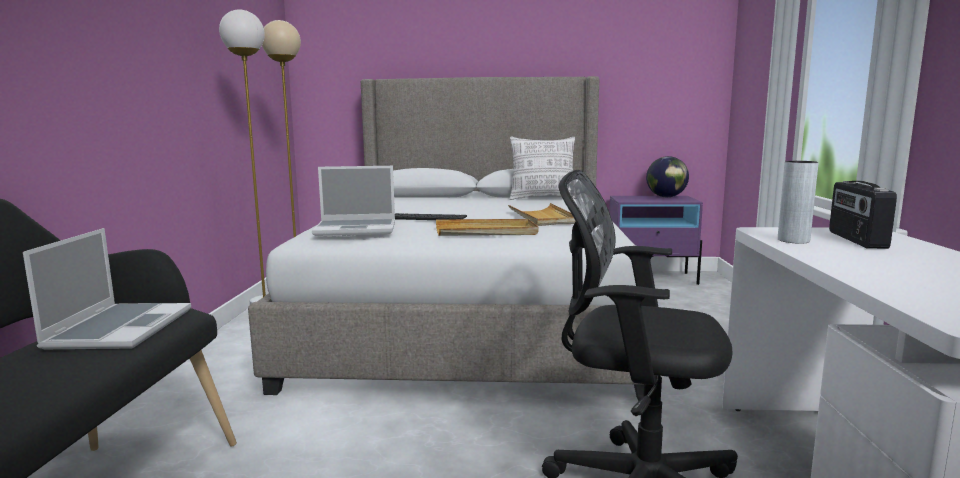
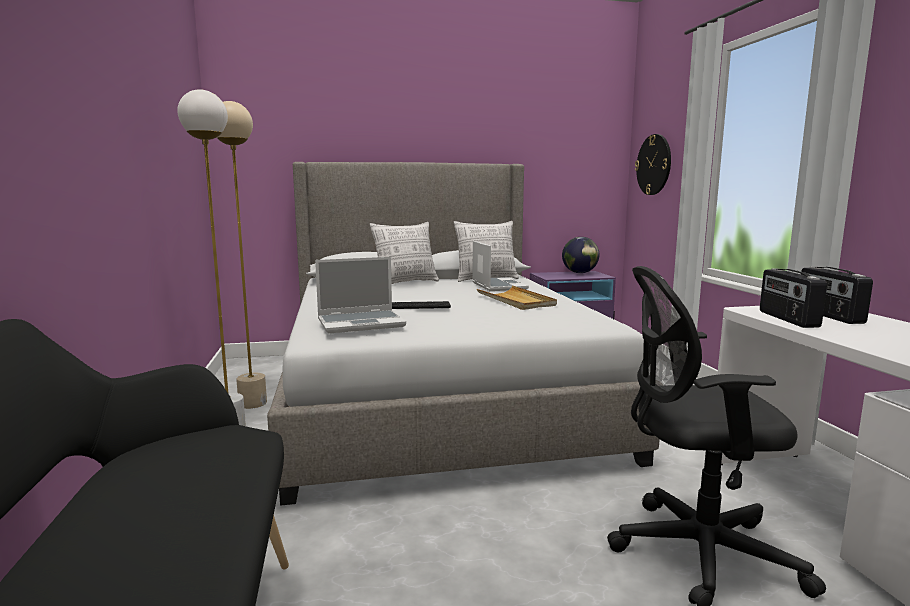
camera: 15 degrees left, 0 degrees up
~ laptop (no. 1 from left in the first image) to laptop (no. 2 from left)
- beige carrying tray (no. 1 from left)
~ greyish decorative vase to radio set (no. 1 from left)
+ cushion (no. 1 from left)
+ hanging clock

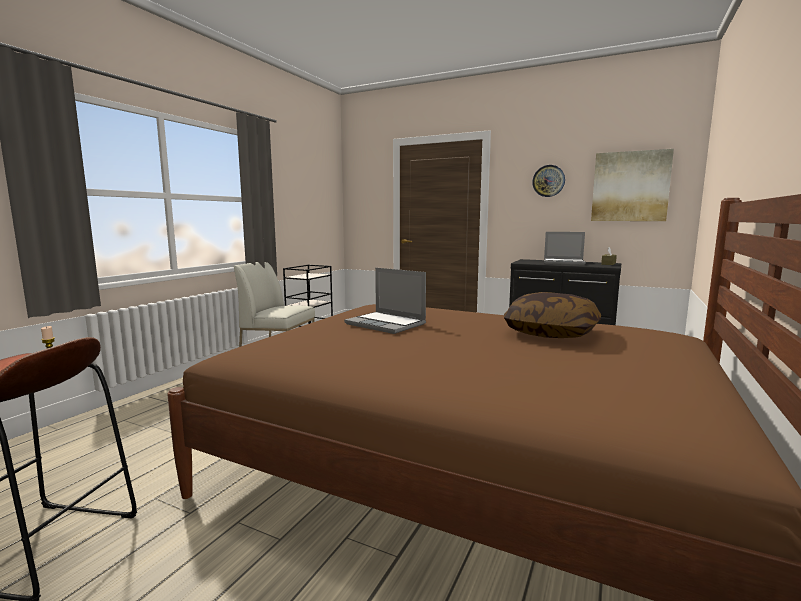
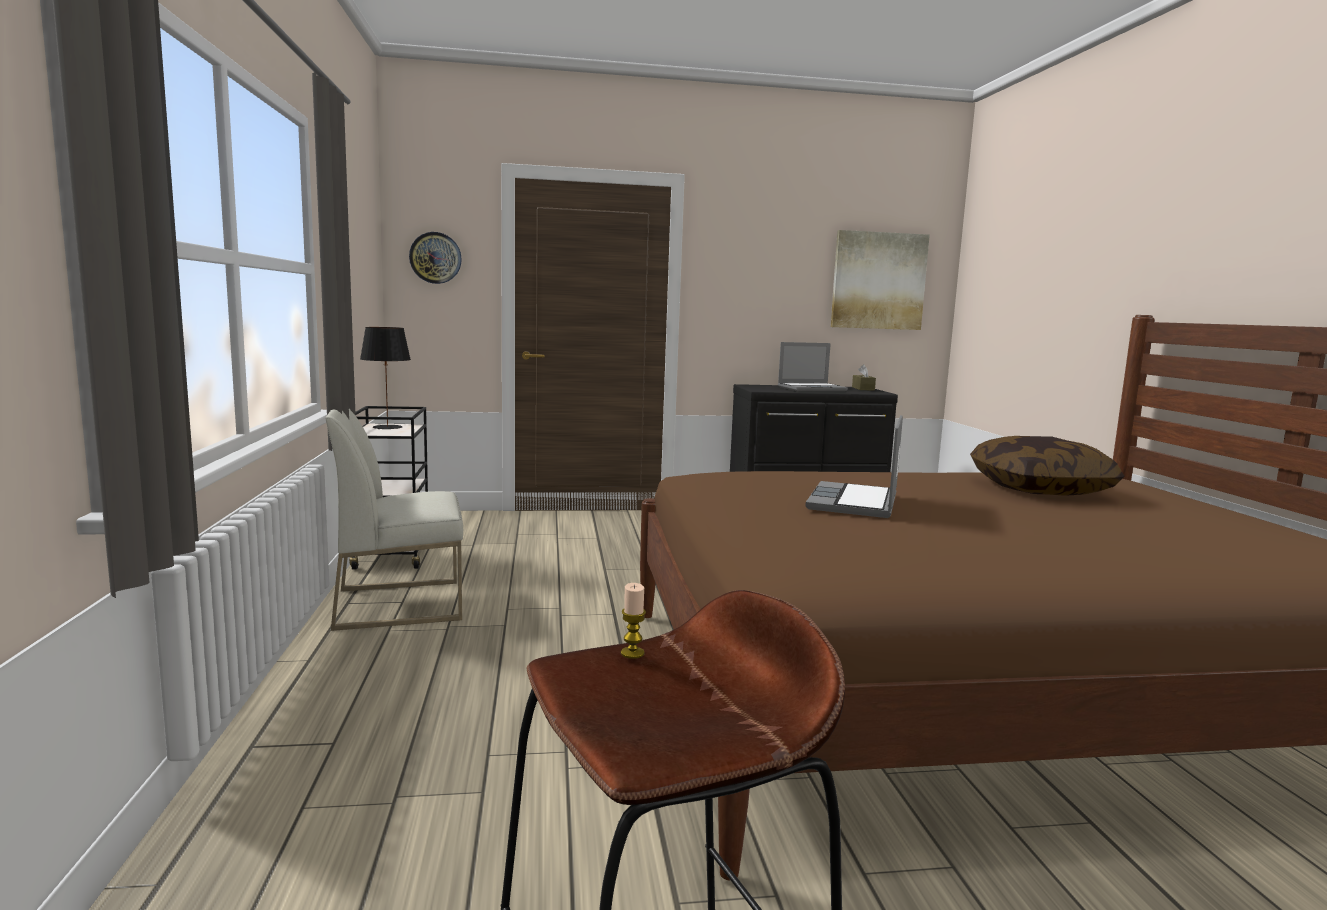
camera: 35 degrees left, 0 degrees up
~ laptop (no. 1 from left in the first image) 105 degrees clockwise
~ hanging clock
+ blackish tabletop lamp

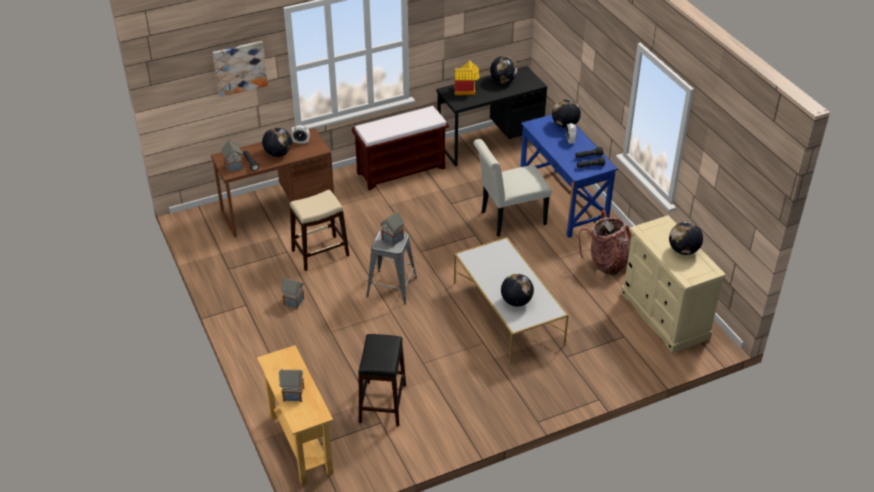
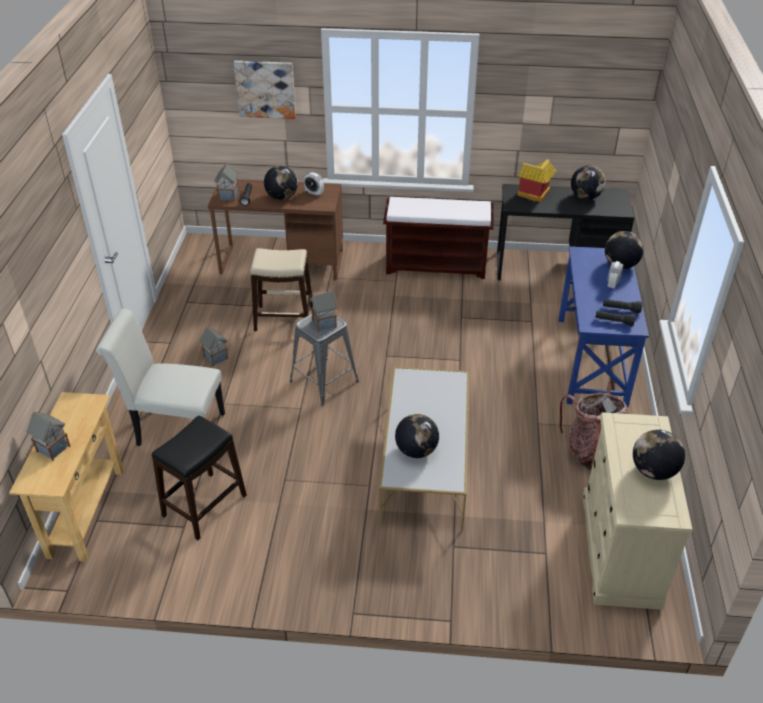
camera: 30 degrees right, 0 degrees up
~ white-coloured chair

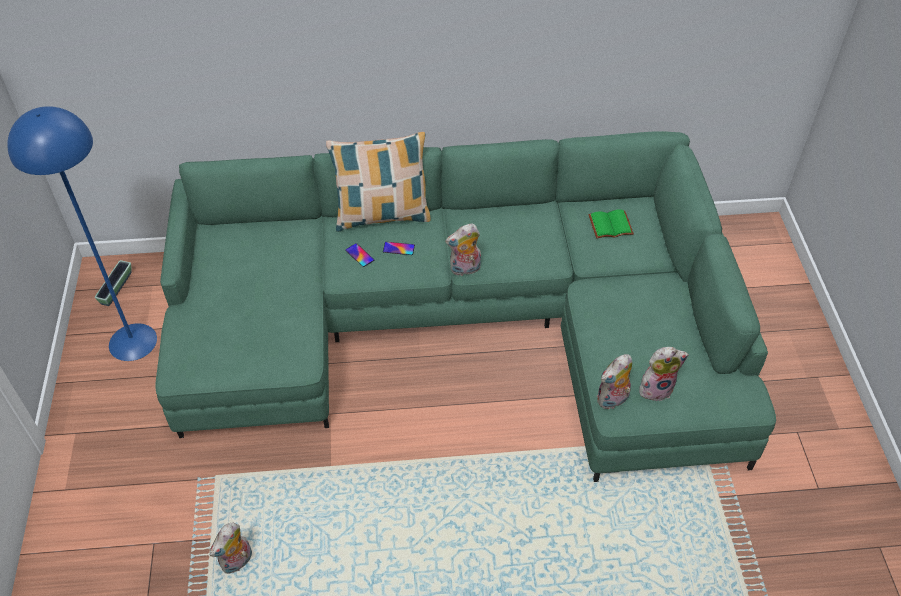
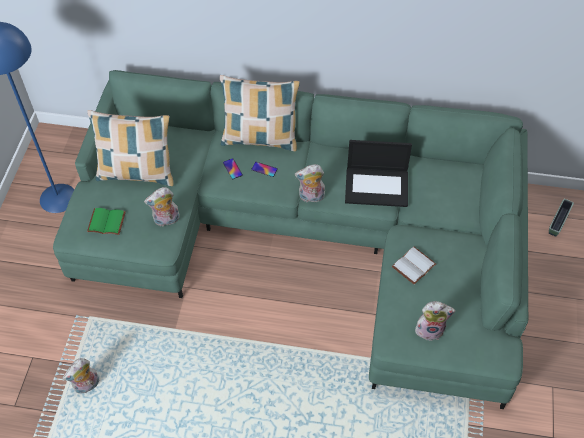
camera: 15 degrees right, 5 degrees up
~ planter
~ green bound book
~ soft toy (no. 3 from left in the first image) to soft toy (no. 2 from left)
+ cushion (no. 1 from left)
+ laptop
+ white-coloured bound book

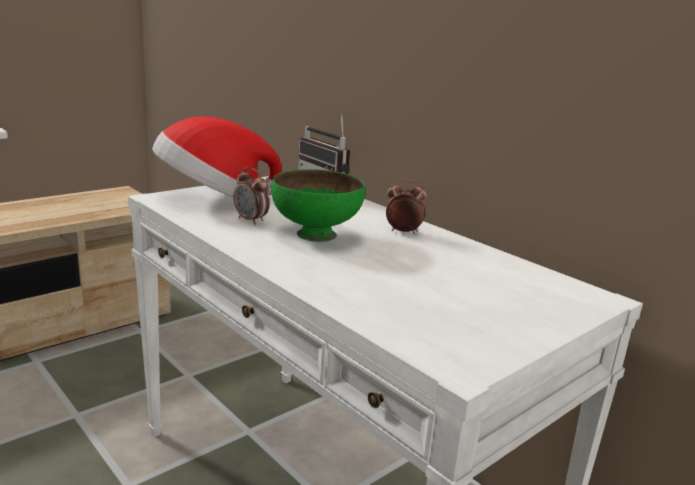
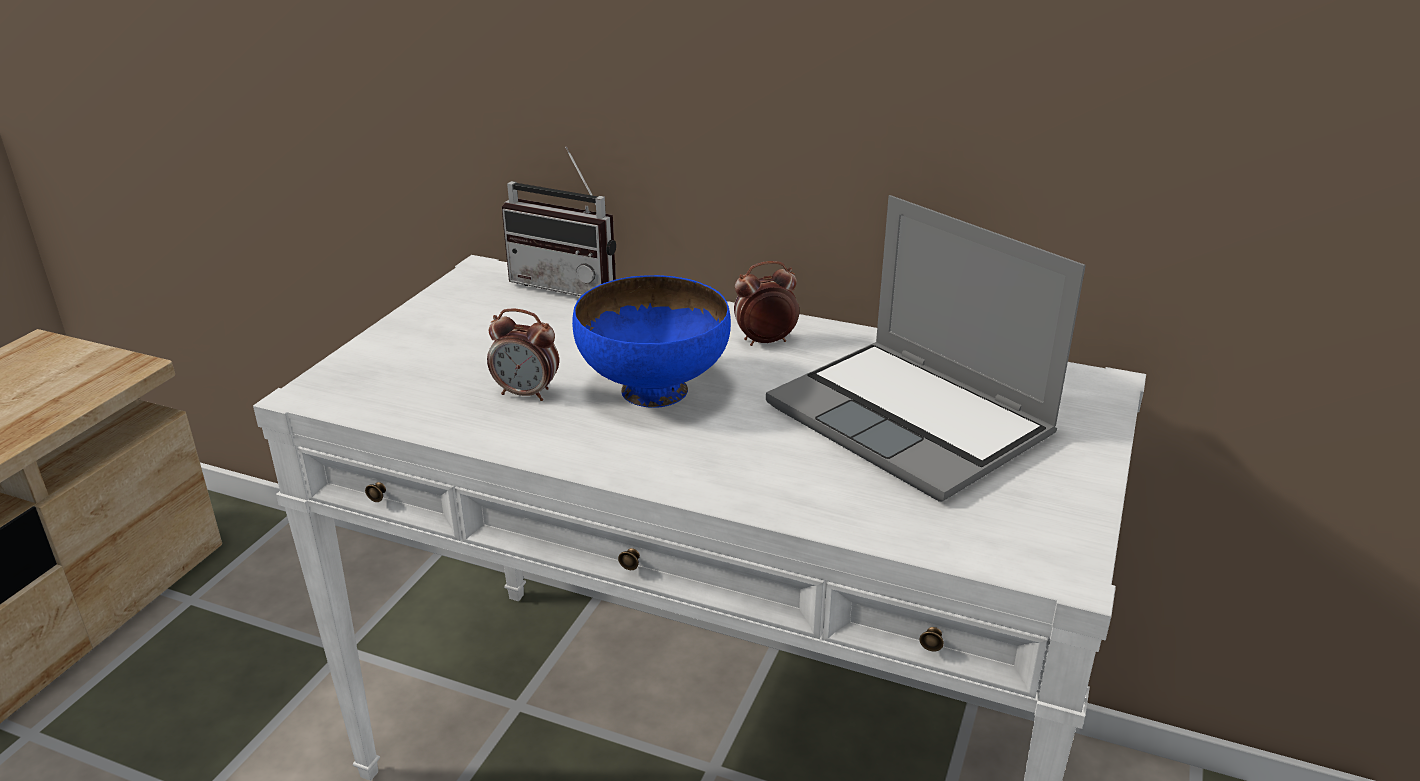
camera: 25 degrees left, 10 degrees up
- clothing hat
~ green serving bowl to blue serving bowl
+ laptop

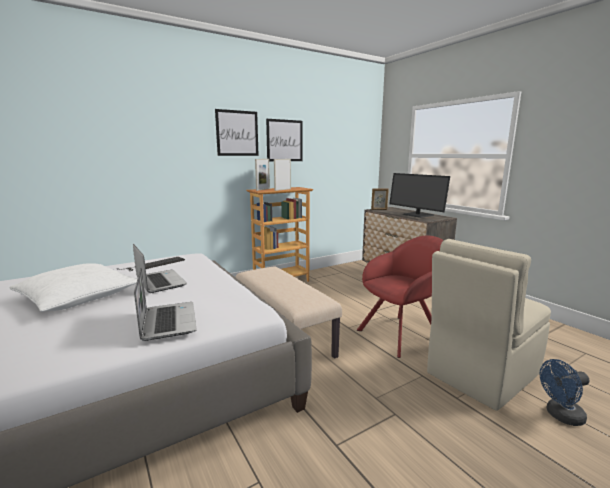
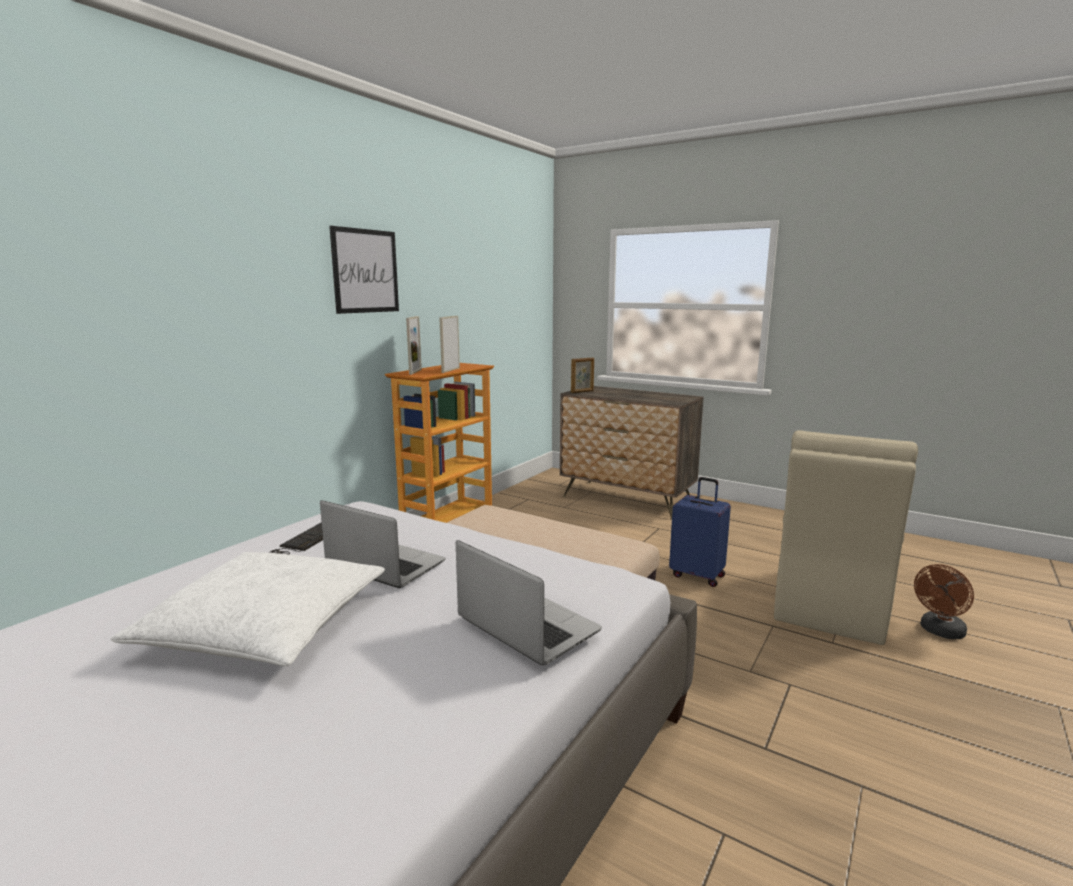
camera: 25 degrees left, 0 degrees up
- picture (no. 2 from left)
~ red armchair to blue suitcase
- monitor
~ blue fan to brown fan

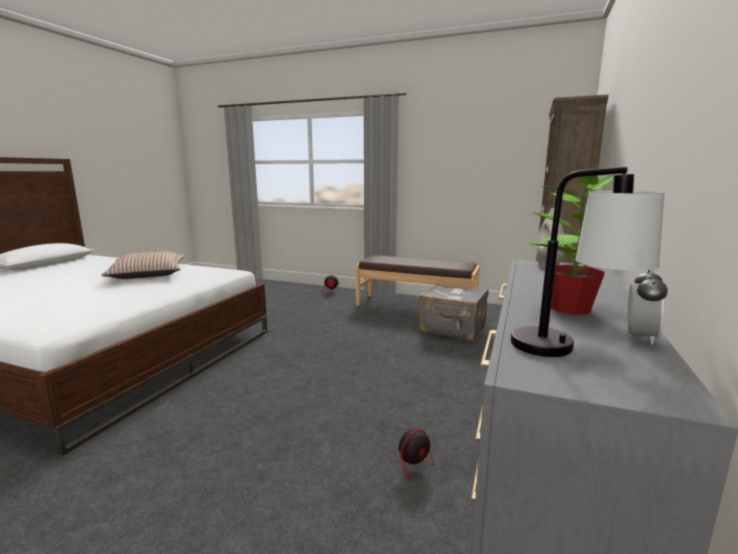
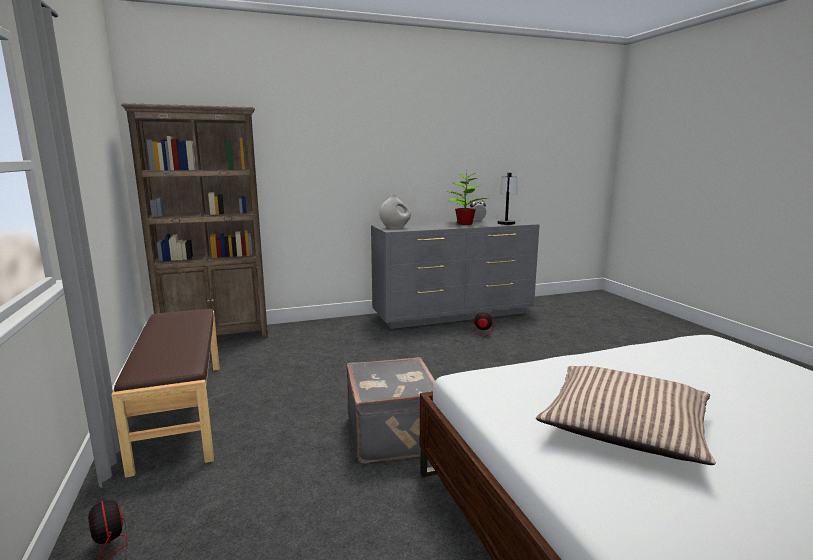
camera: 130 degrees left, 0 degrees up
~ greyish suitcase

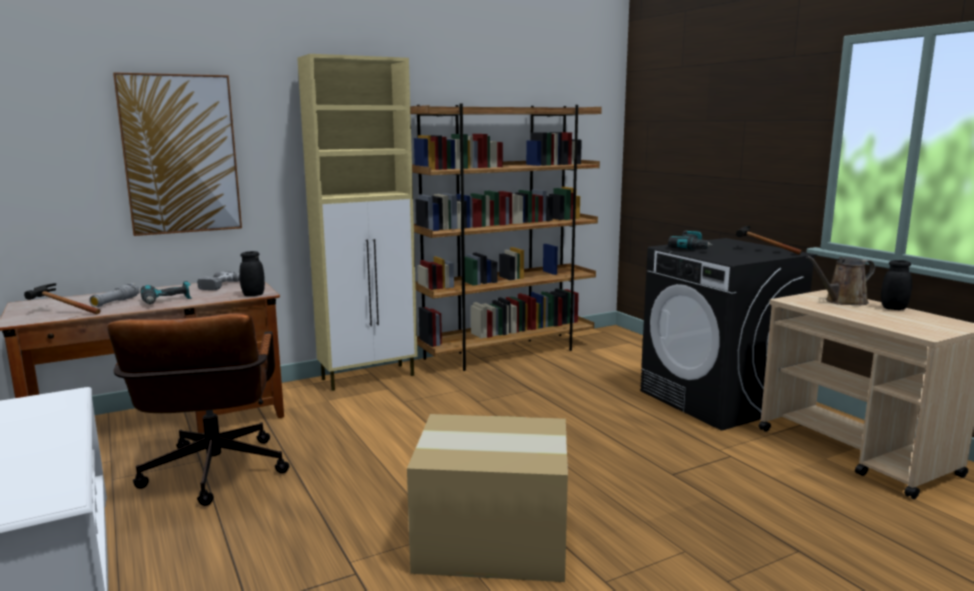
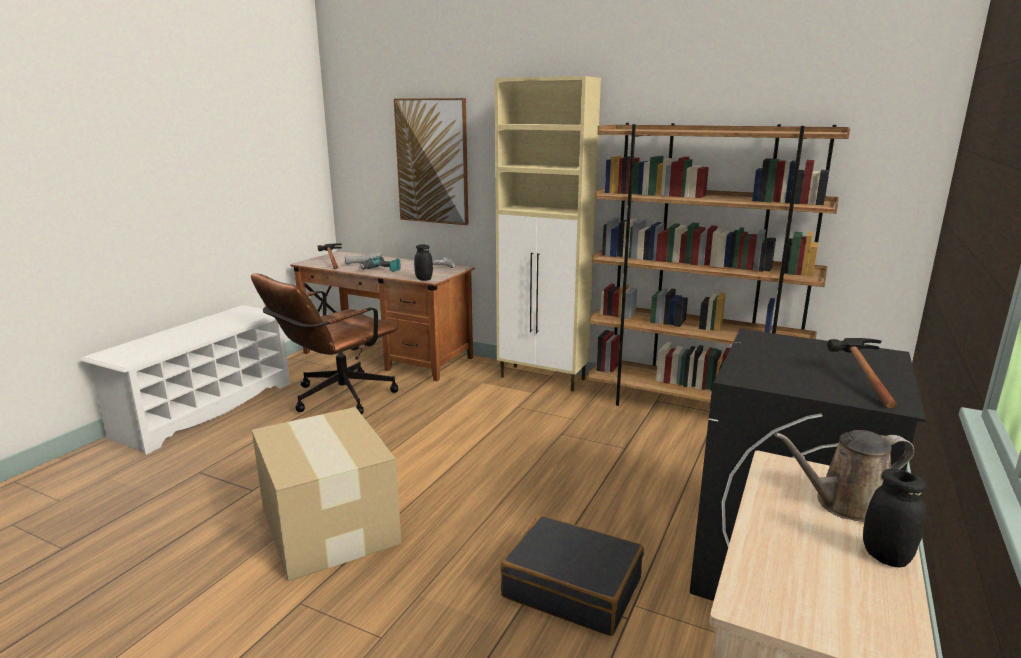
camera: 55 degrees right, 5 degrees up
- electric drill (no. 3 from left)
~ brown watering pot 45 degrees counterclockwise
+ blackish suitcase

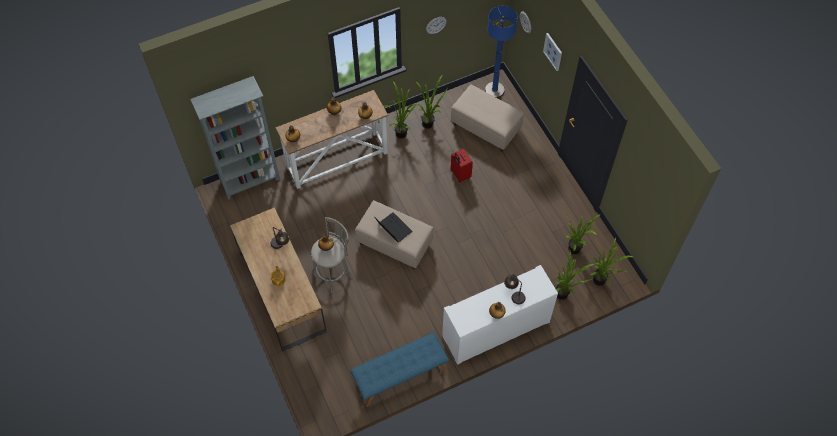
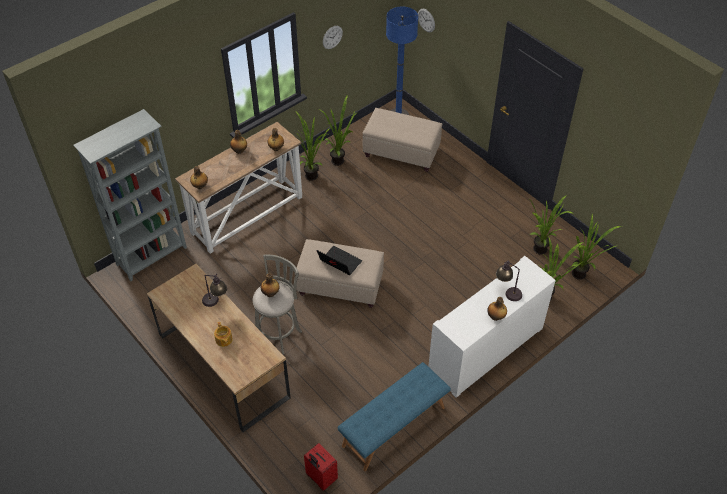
camera: 15 degrees left, 10 degrees down
~ red suitcase
- picture

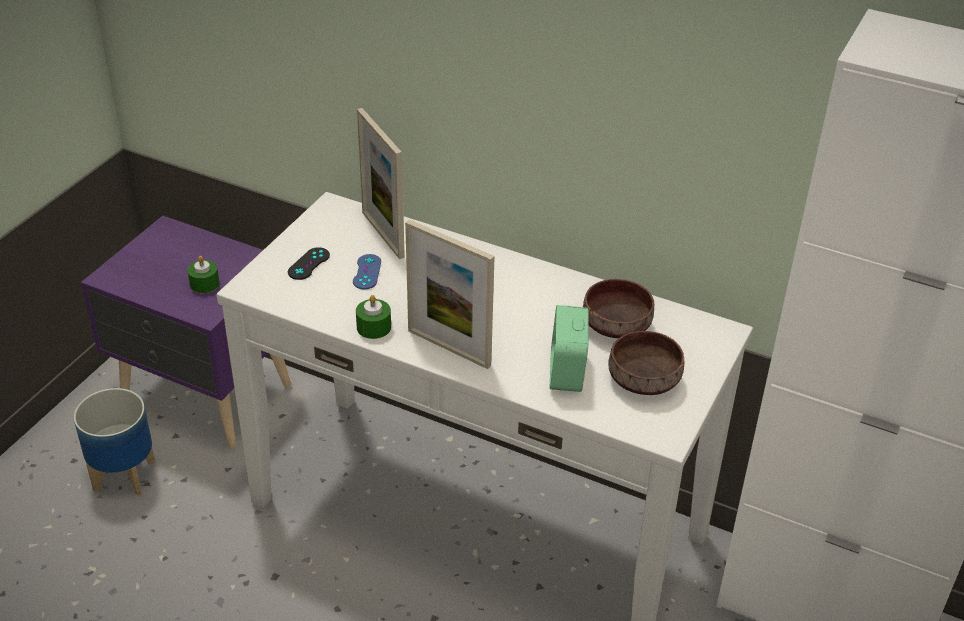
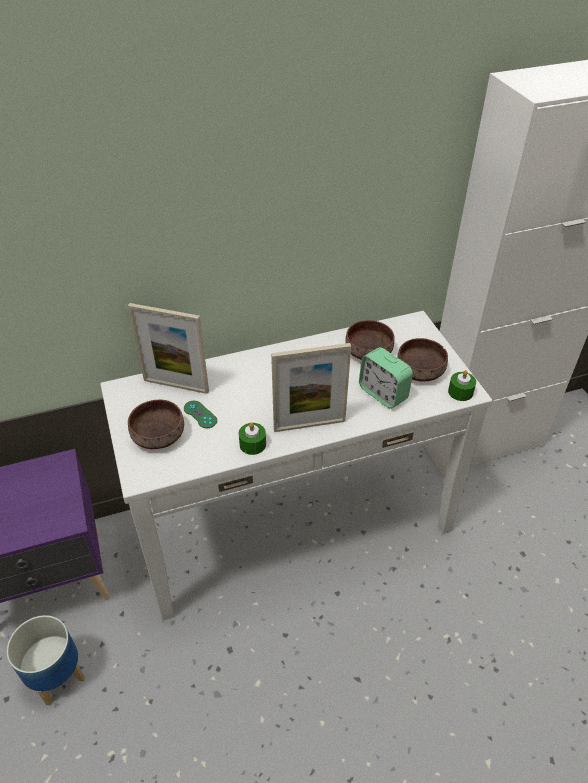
camera: 45 degrees left, 5 degrees up
~ green wax candle (no. 1 from left in the first image) to green wax candle (no. 2 from left)
~ blackish joypad to brown serving bowl (no. 1 from left)
~ blue joypad to green joypad

